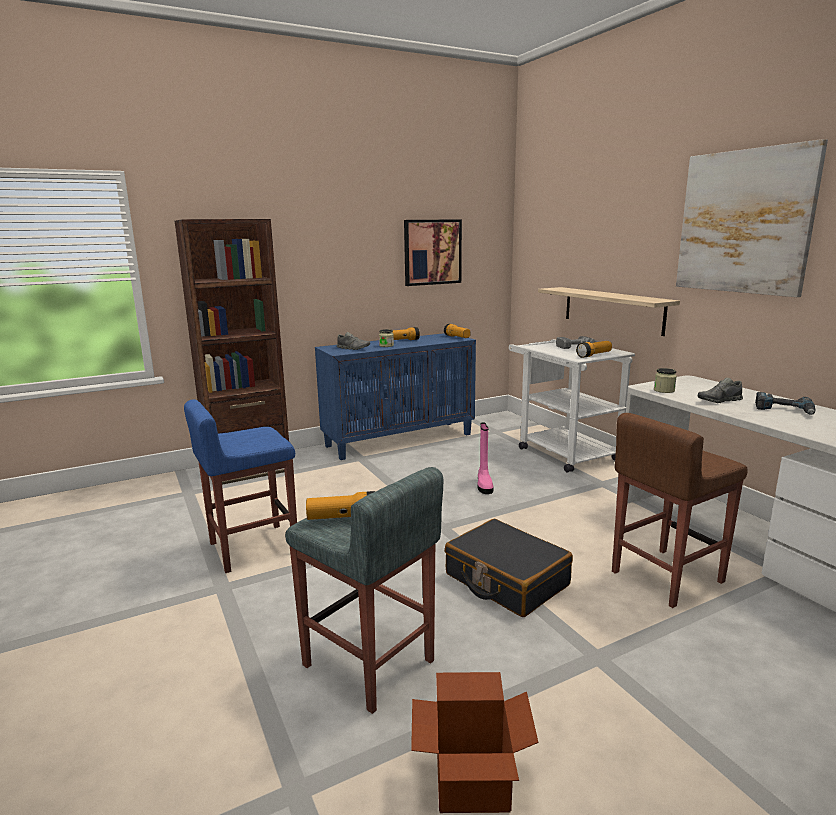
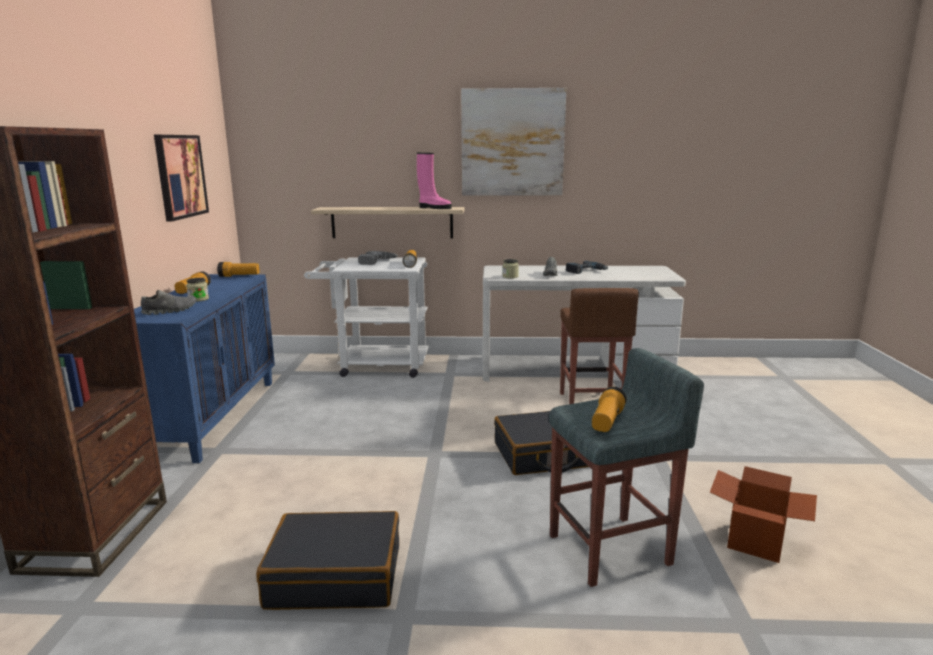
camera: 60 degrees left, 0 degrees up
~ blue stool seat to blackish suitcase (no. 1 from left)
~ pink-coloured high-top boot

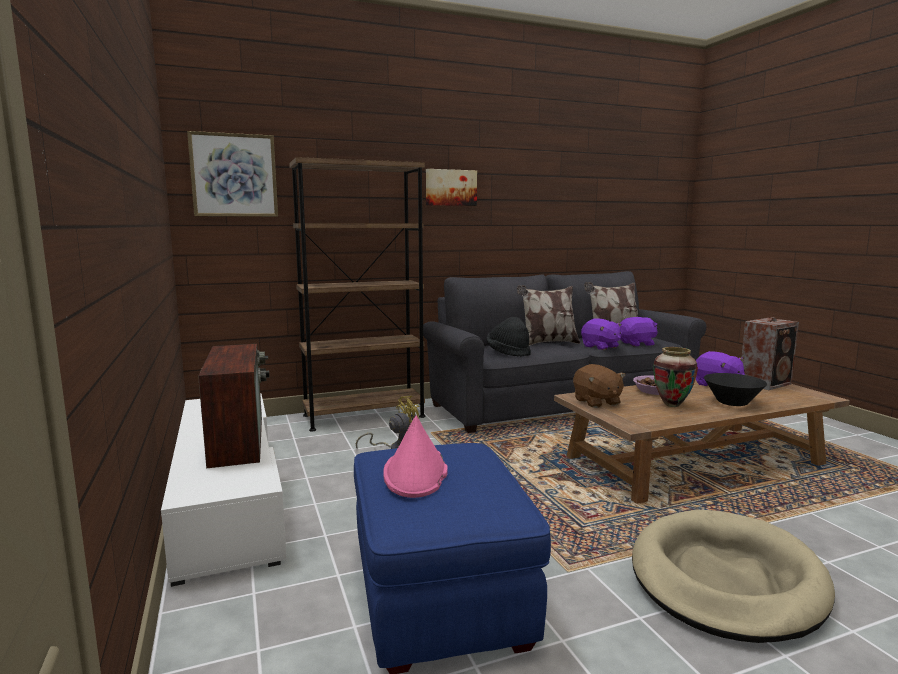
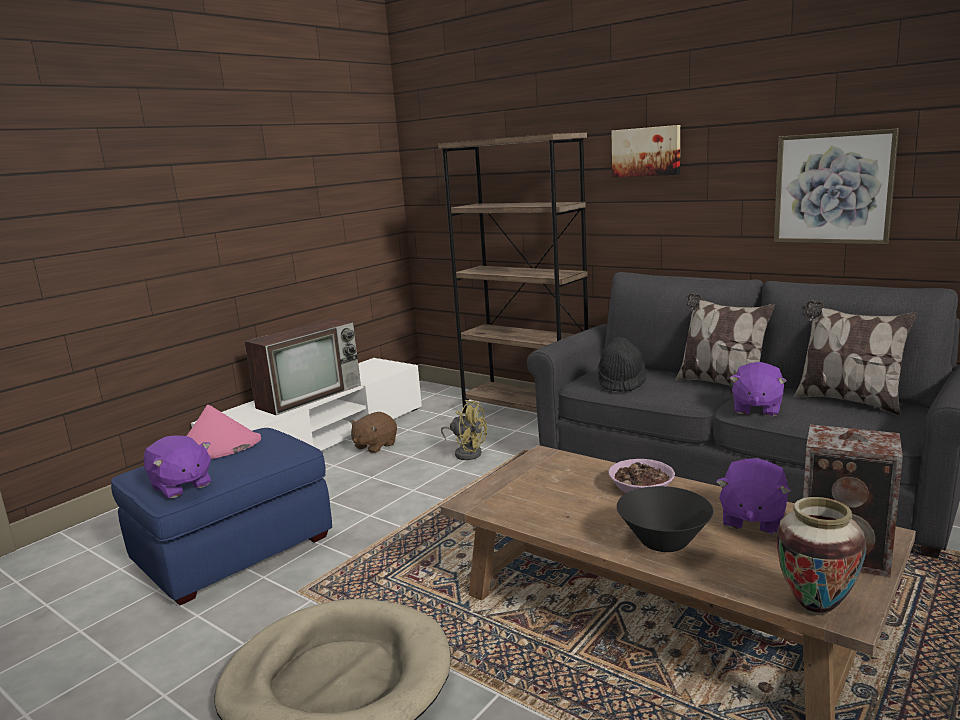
camera: 60 degrees right, 5 degrees up
~ picture (no. 1 from left in the first image) to picture (no. 2 from left)
~ brown soft toy
~ purple soft toy (no. 2 from left in the first image) to purple soft toy (no. 1 from left)
~ decorative vase

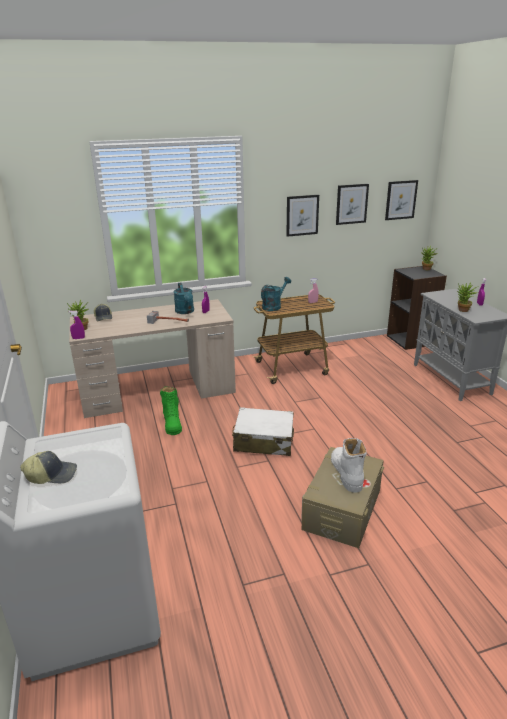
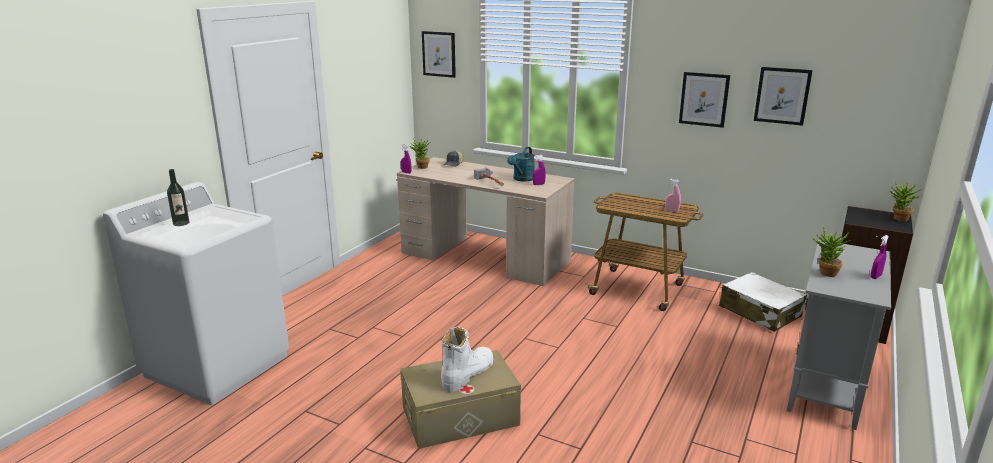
camera: 45 degrees right, 5 degrees down
~ cap (no. 1 from left) to bottle
- green high-top boot
~ white-coloured suitcase
- turquoise watering pot (no. 2 from left)
~ picture (no. 3 from left in the first image) to picture (no. 1 from left)

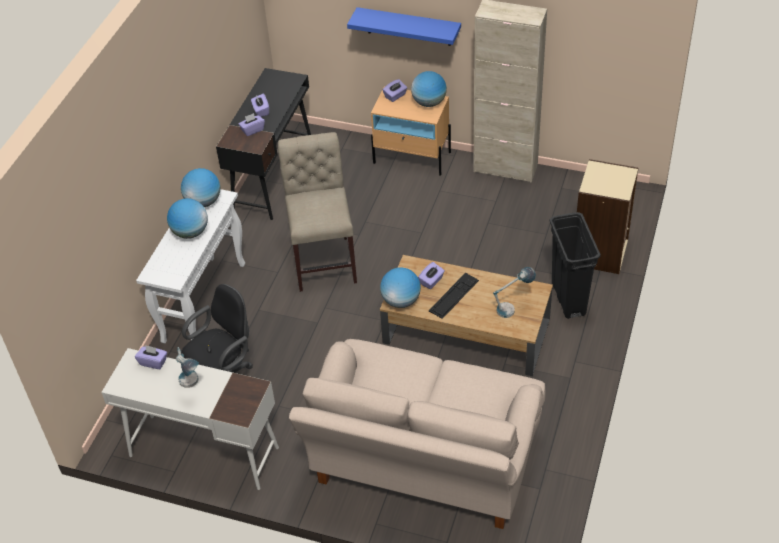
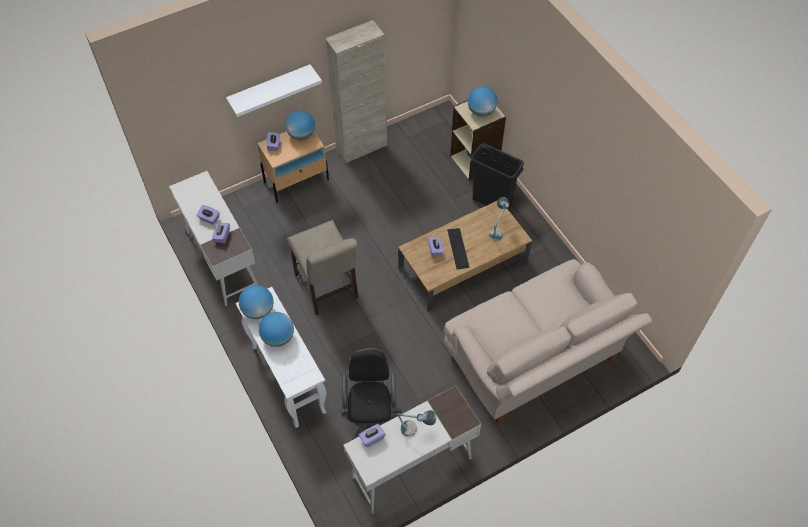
camera: 50 degrees left, 10 degrees up
~ blackish desk to white-coloured desk (no. 1 from left)
~ beige chair 150 degrees counterclockwise
~ blue shelf to white-coloured shelf
~ globe (no. 3 from left in the first image) to globe (no. 4 from left)

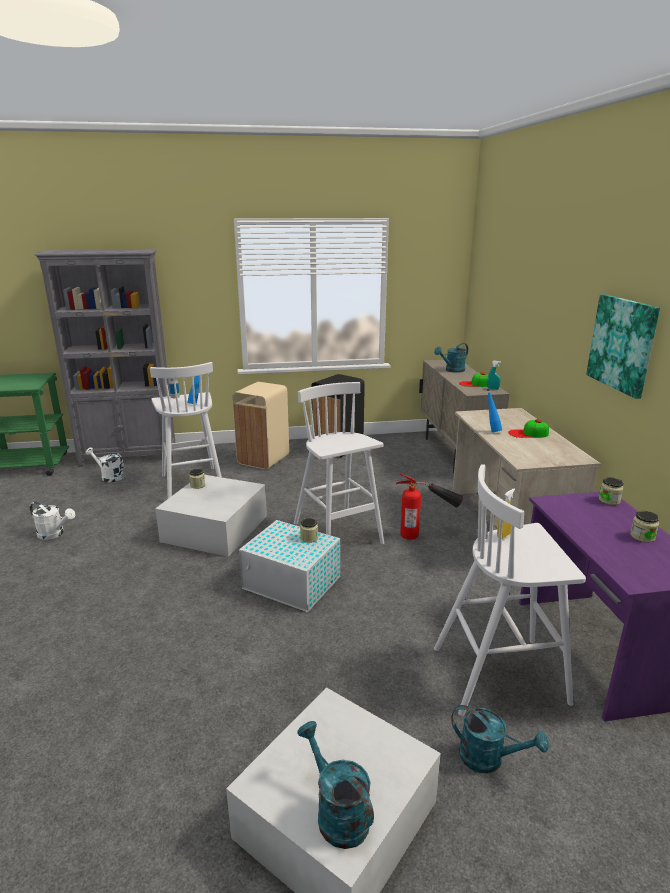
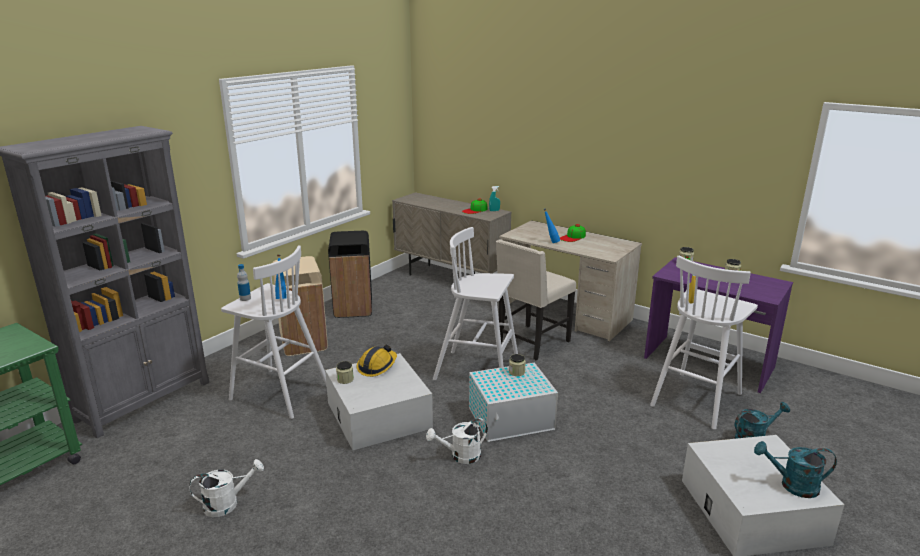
camera: 45 degrees left, 0 degrees up
~ white-coloured watering pot (no. 2 from left)
~ fire-fighting cylinder to beige chair
- turquoise watering pot (no. 2 from left)
- picture
+ work helmet

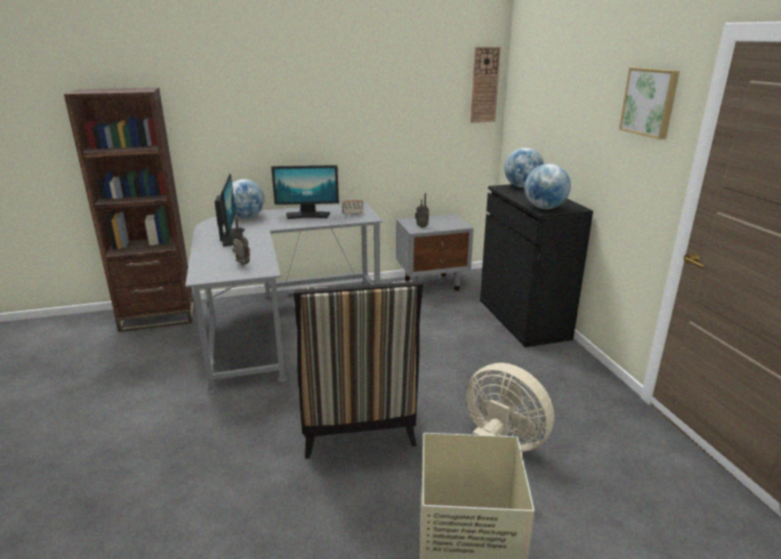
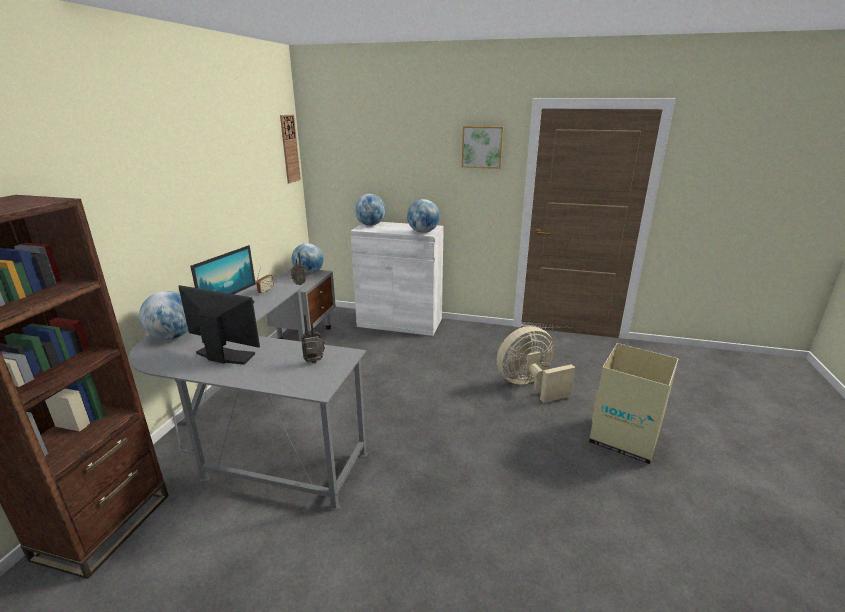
camera: 60 degrees left, 0 degrees up
- chair
~ blackish cupboard to white-coloured cupboard
+ globe (no. 2 from left)

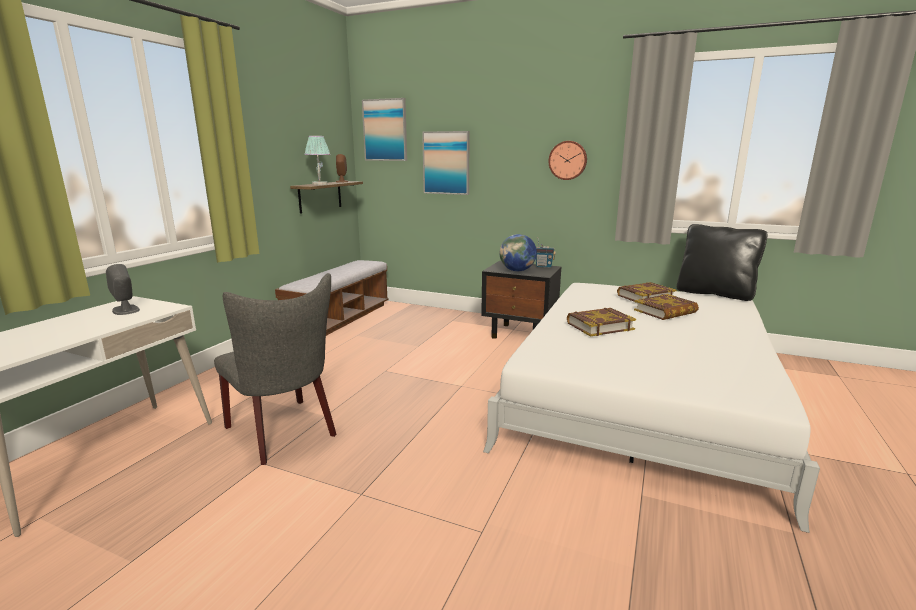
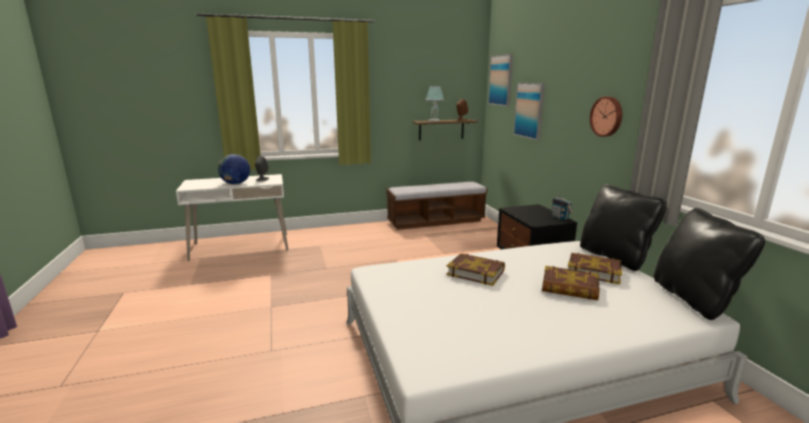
camera: 50 degrees right, 0 degrees up
- greyish chair
~ globe
+ blackish cushion (no. 1 from left)

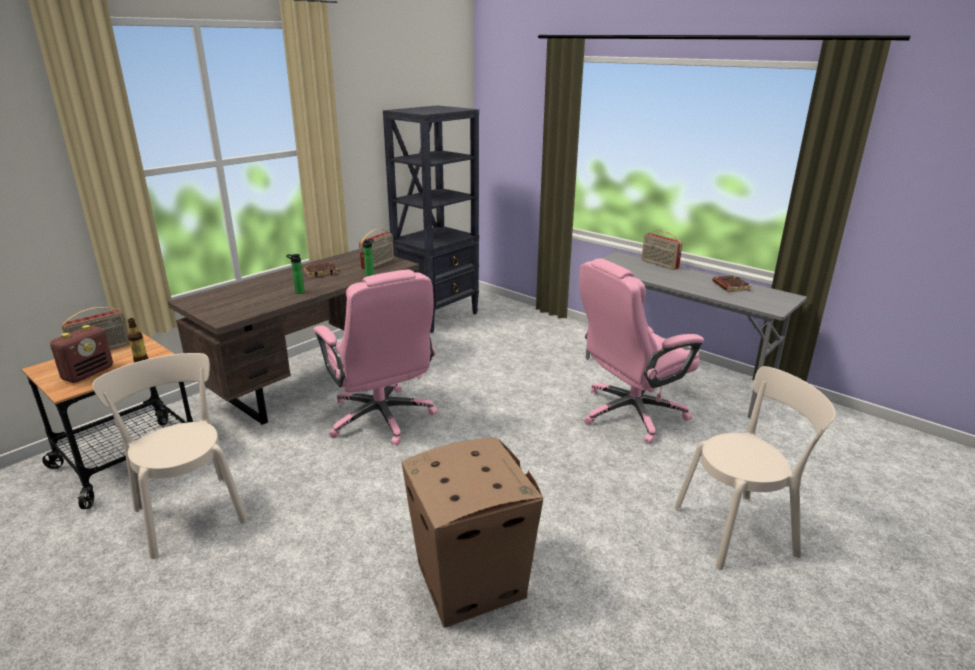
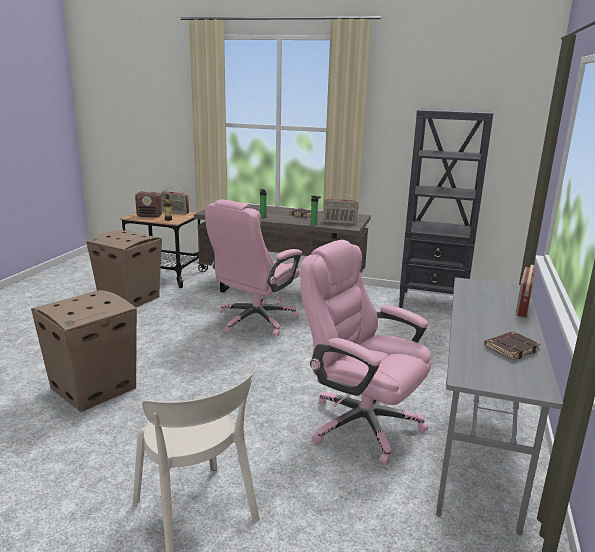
camera: 65 degrees right, 5 degrees down
~ beige chair (no. 1 from left) to cardboard box (no. 2 from left)

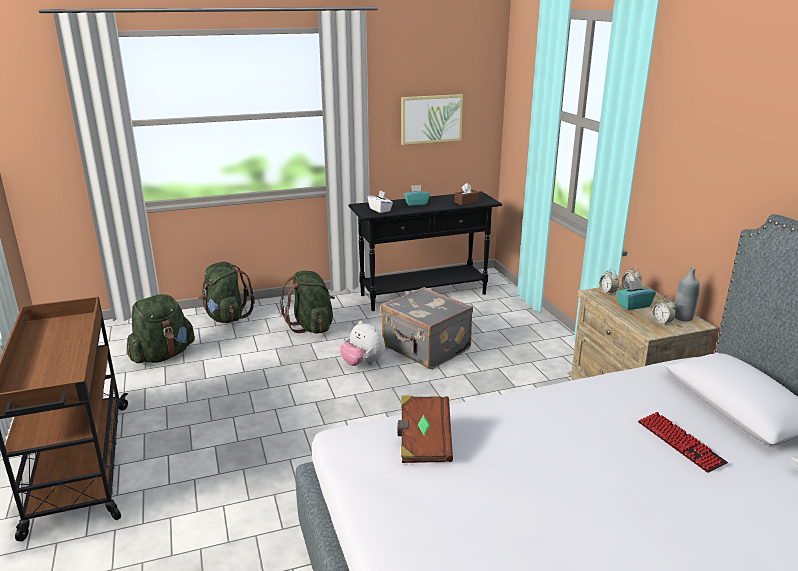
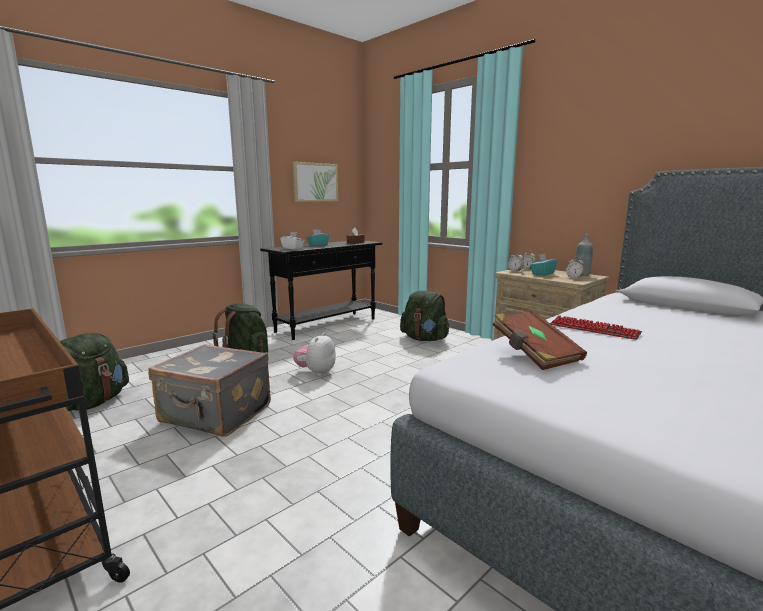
camera: 25 degrees left, 10 degrees down
~ green knapsack (no. 2 from left in the first image) to green knapsack (no. 3 from left)
~ soft toy 90 degrees clockwise
~ greyish suitcase
~ computer keyboard

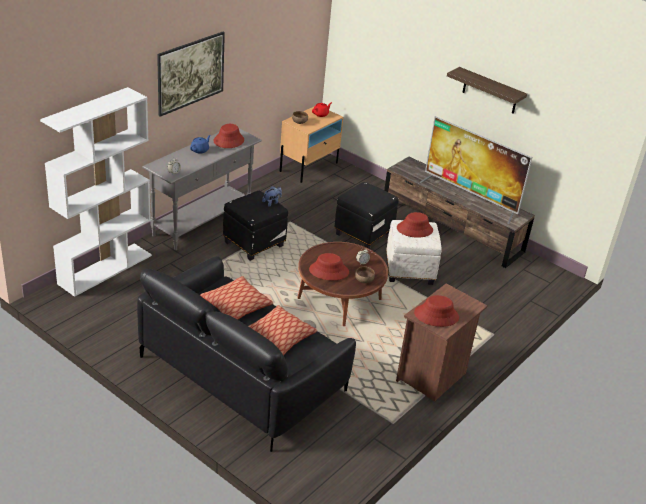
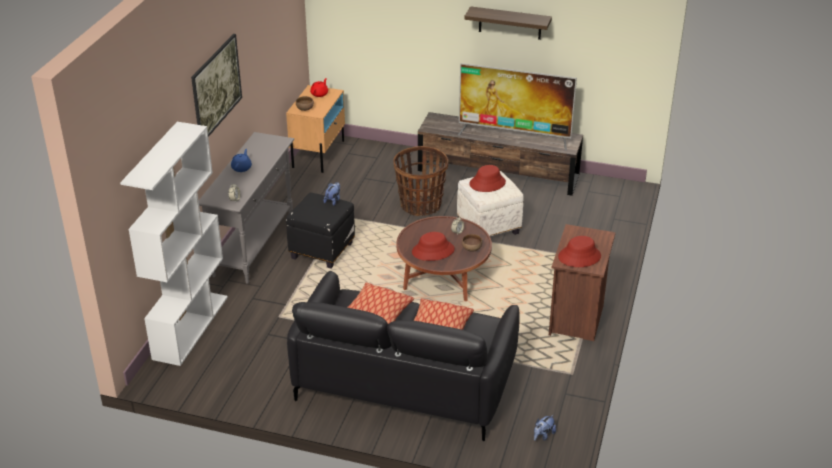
camera: 20 degrees left, 0 degrees up
- red clothing hat (no. 1 from left)
~ blackish footrest (no. 2 from left) to basket
+ soft toy (no. 2 from left)

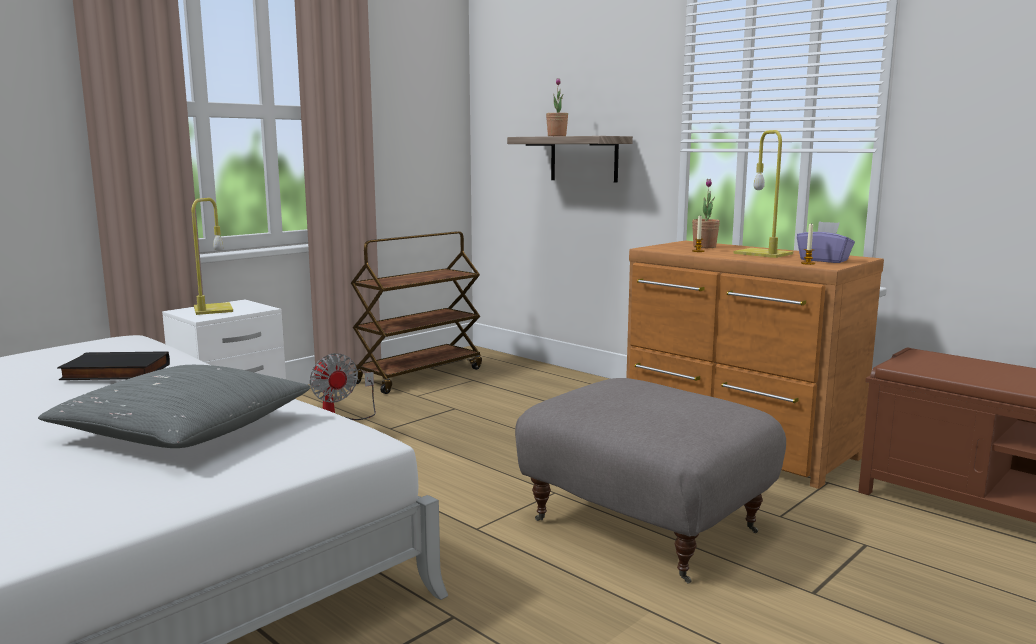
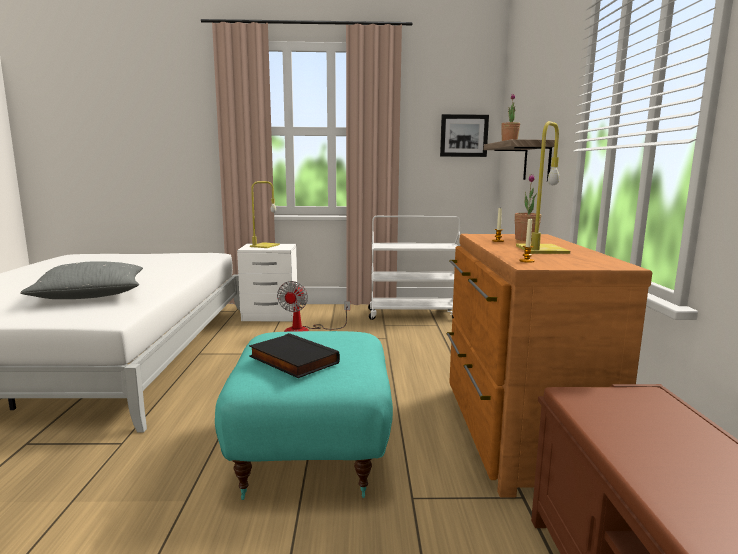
camera: 45 degrees right, 0 degrees up
~ blackish bound book
~ brown cart to white-coloured cart
~ greyish footrest to turquoise footrest
- purple tissue box
+ picture

